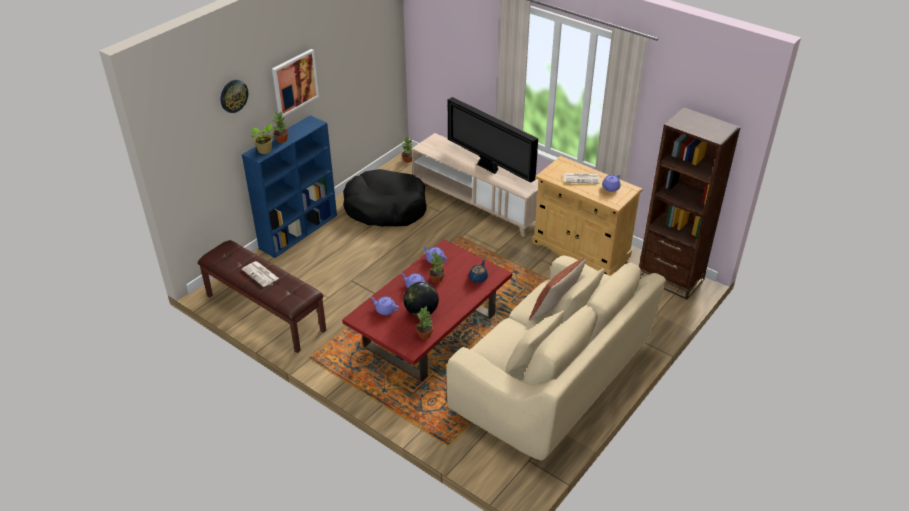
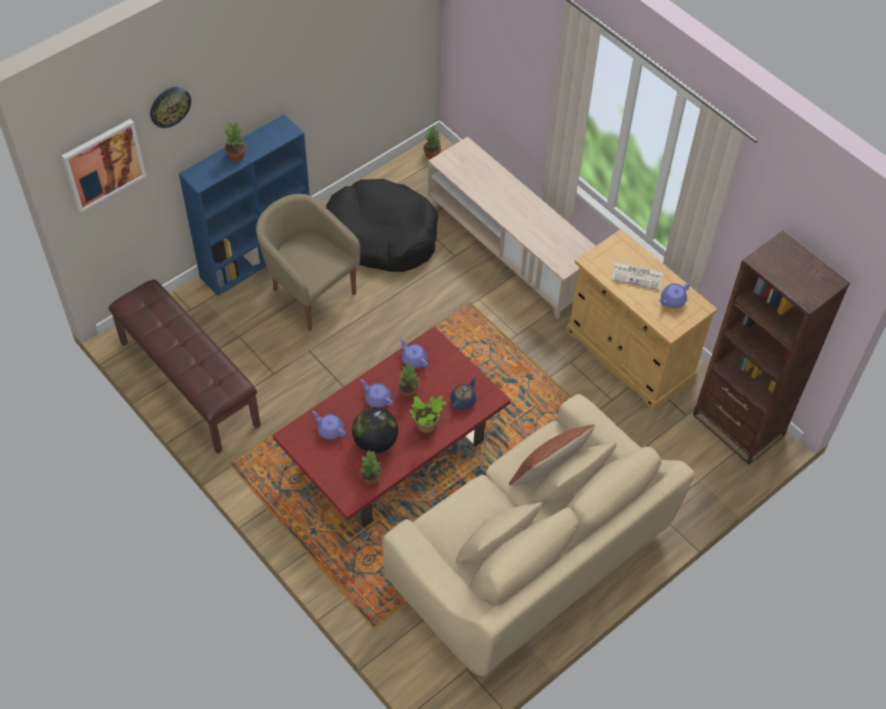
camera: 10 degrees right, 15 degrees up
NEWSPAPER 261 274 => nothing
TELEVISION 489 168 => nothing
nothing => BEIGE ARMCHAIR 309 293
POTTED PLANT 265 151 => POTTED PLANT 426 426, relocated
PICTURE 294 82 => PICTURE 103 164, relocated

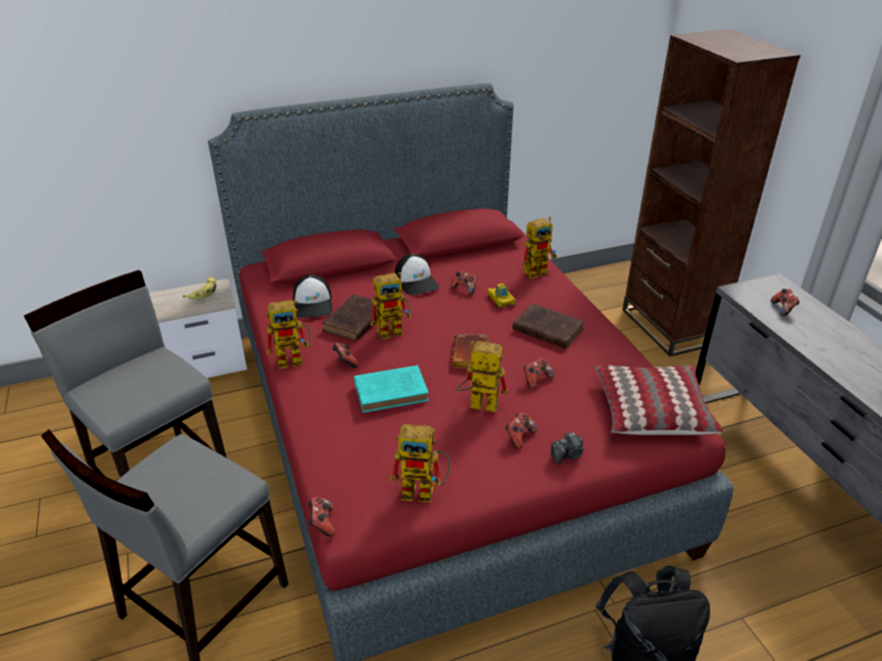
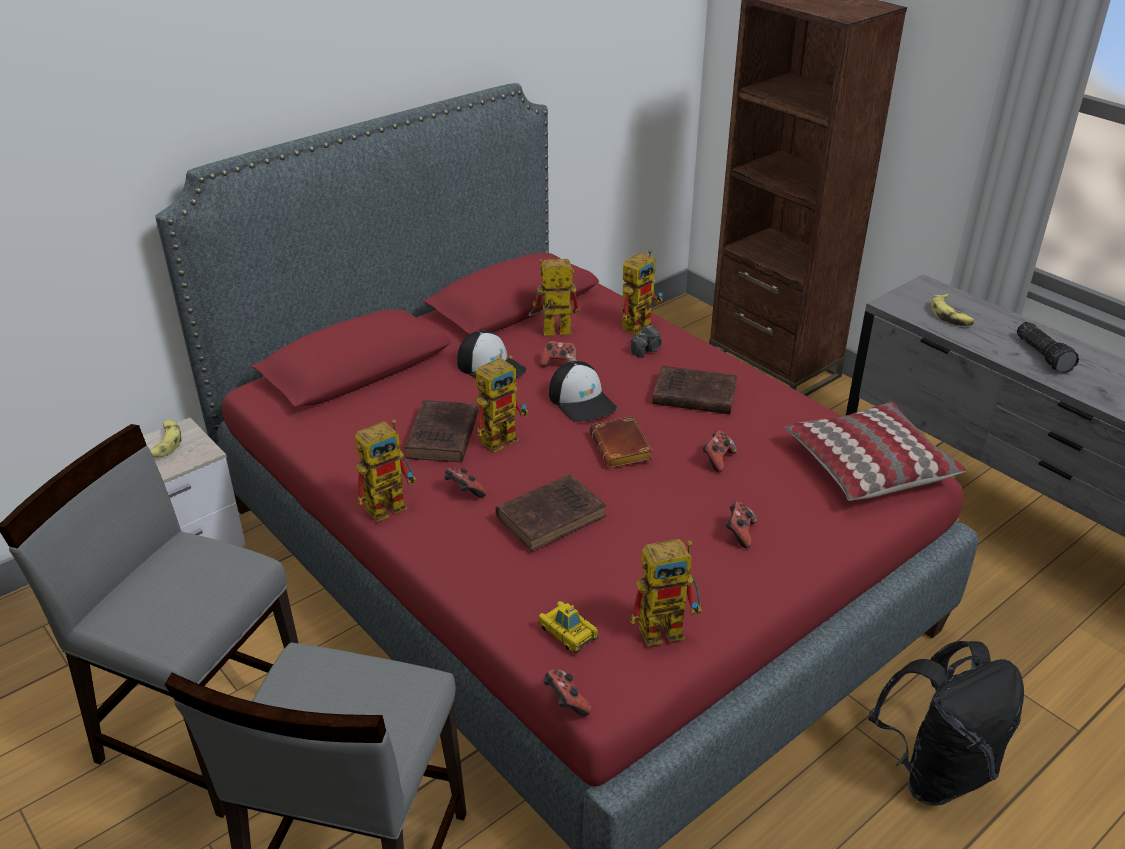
camera: 20 degrees left, 0 degrees up
nothing => FLASHLIGHT 1044 355
CAP 313 304 => CAP 582 401, relocated
TOY ROBOT 477 405 => TOY ROBOT 550 332, relocated
TOY CAR 501 300 => TOY CAR 567 631, relocated
PHOTO CAMERA 568 455 => PHOTO CAMERA 647 350, relocated
GAME CONTROLLER 783 309 => BANANA 951 315
TURQUOISE BOOK 393 392 => BROWN BOOK 553 516

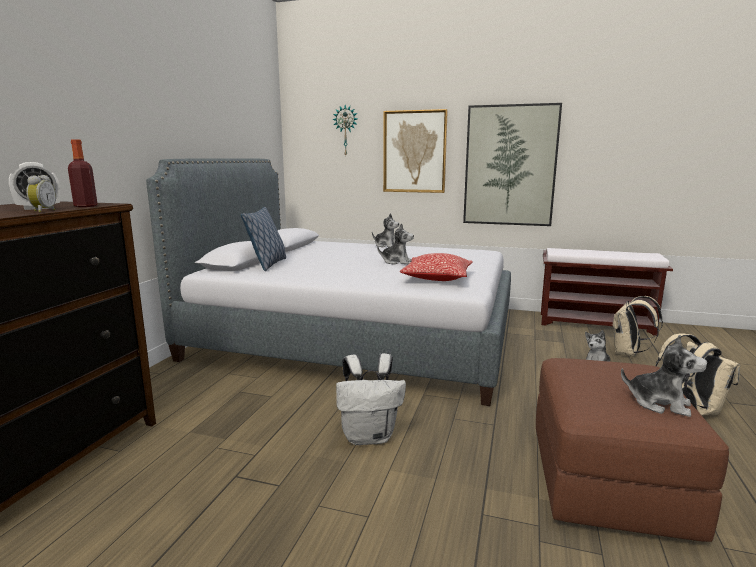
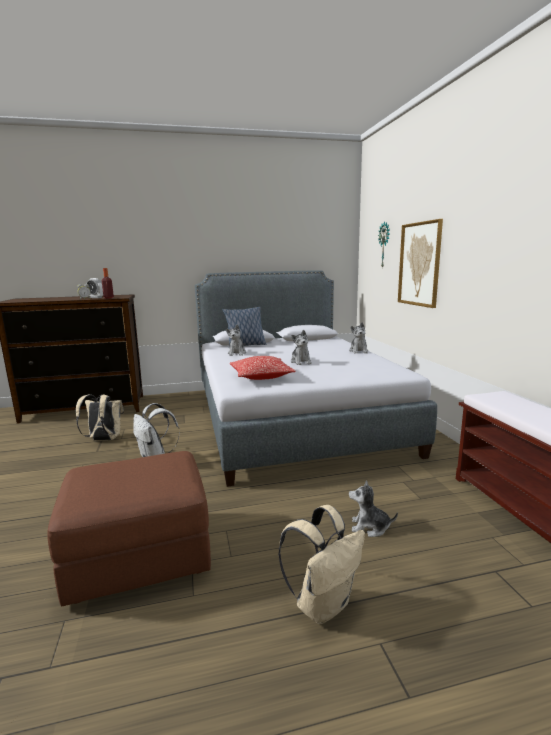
camera: 60 degrees right, 0 degrees up
PICTURE 510 166 => nothing
BEIGE BACKPACK 628 353 => BEIGE BACKPACK 103 440, relocated
PLUSH TOY 659 403 => PLUSH TOY 237 353, relocated

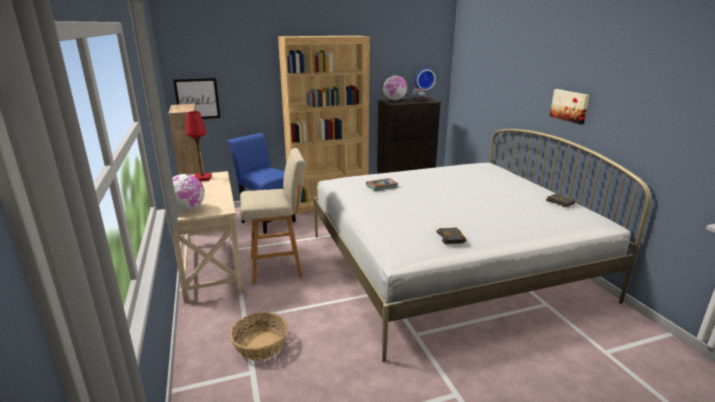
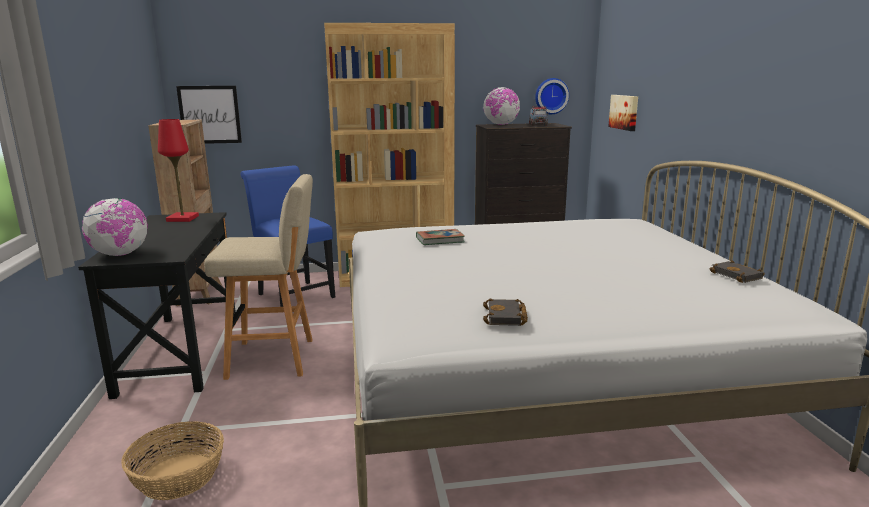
camera: 10 degrees right, 5 degrees down
PICTURE 570 106 => PICTURE 624 112, relocated
BEIGE DESK 212 267 => BLACK DESK 181 351

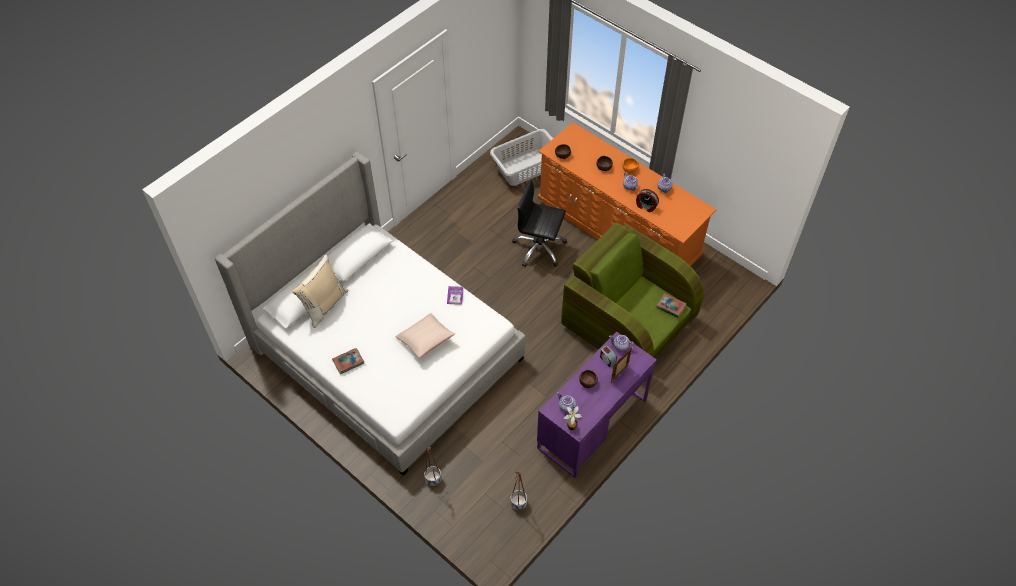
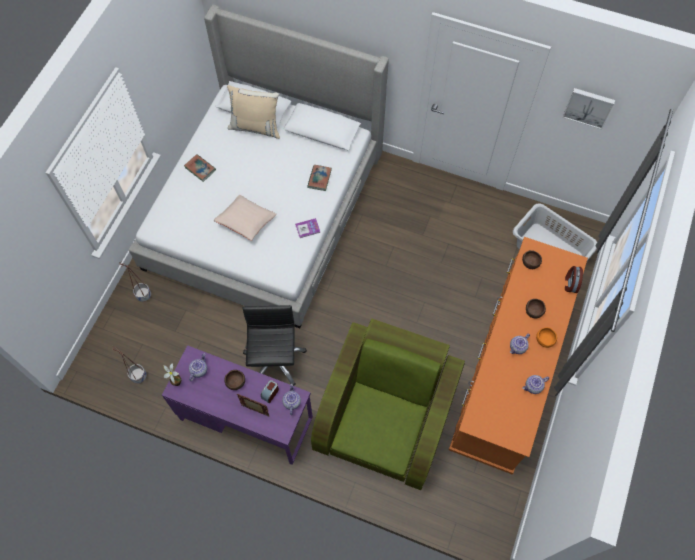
camera: 70 degrees right, 10 degrees up
nothing => PICTURE 588 107
BLACK OFFICE CHAIR 539 248 => BLACK OFFICE CHAIR 274 360, relocated
ALARM CLOCK 646 206 => ALARM CLOCK 570 283, relocated
BOOK 671 306 => BOOK 319 179, relocated

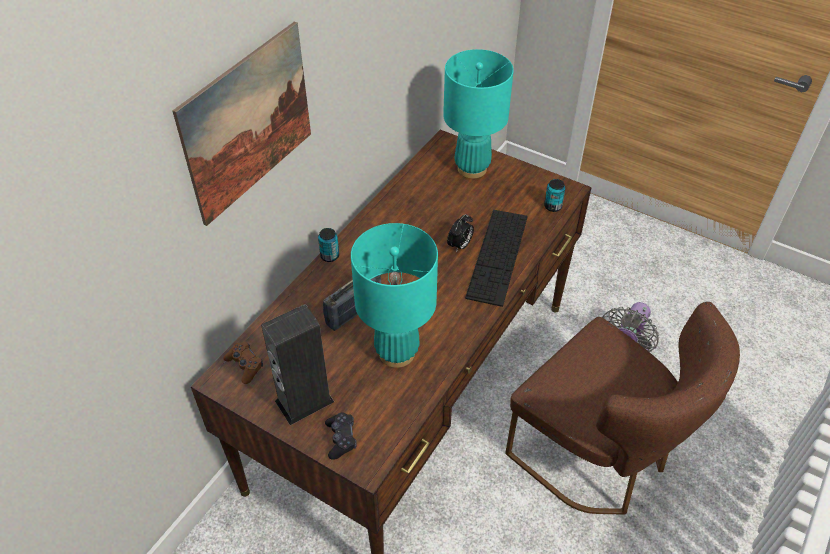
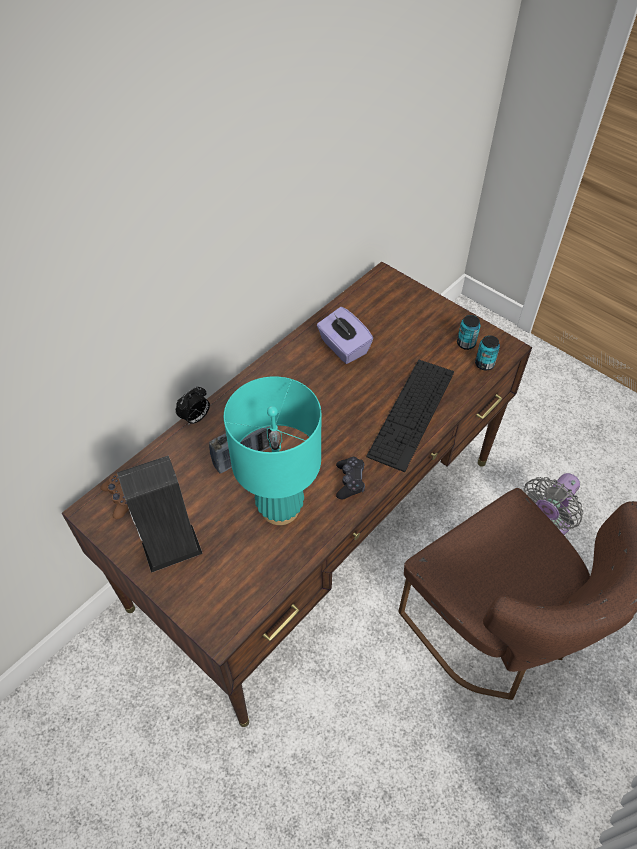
camera: 10 degrees right, 5 degrees up
PICTURE 248 123 => nothing
TURQUOISE TABLE LAMP 472 168 => nothing
nothing => PURPLE TISSUE BOX 343 347
CAN 330 256 => CAN 466 343, relocated
BLACK GAME CONTROLLER 341 439 => BLACK GAME CONTROLLER 350 481, relocated
ALARM CLOCK 460 246 => ALARM CLOCK 195 418, relocated

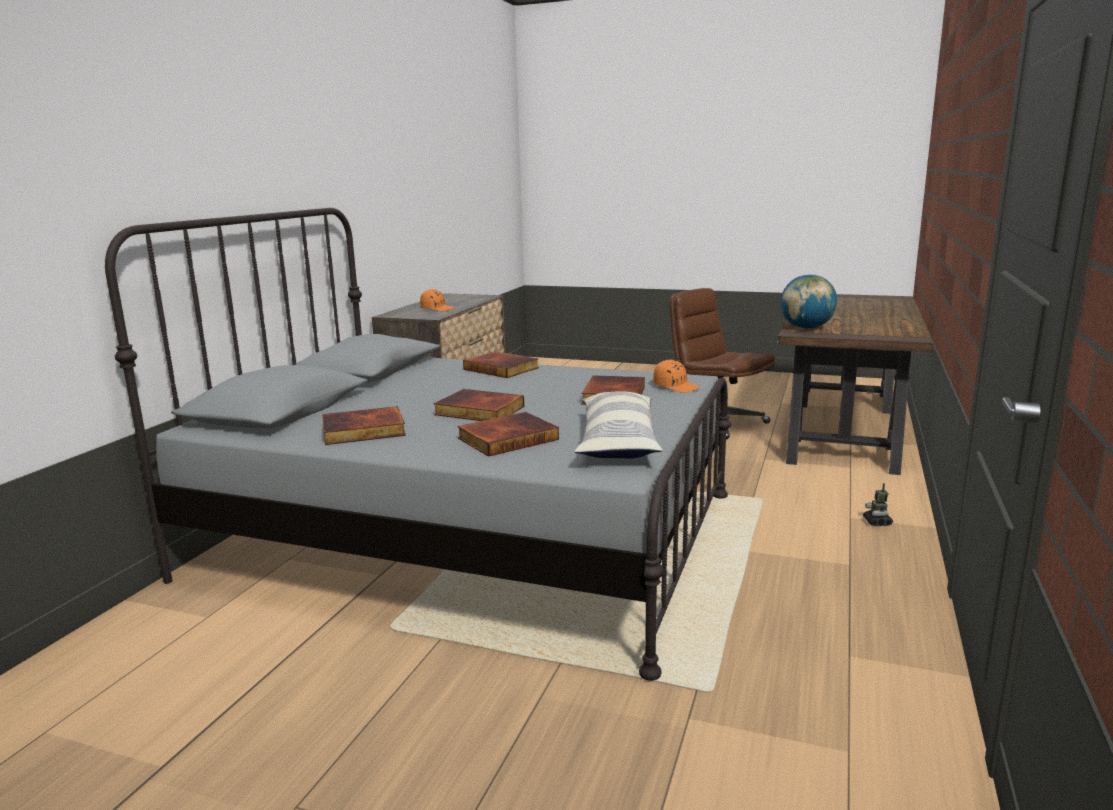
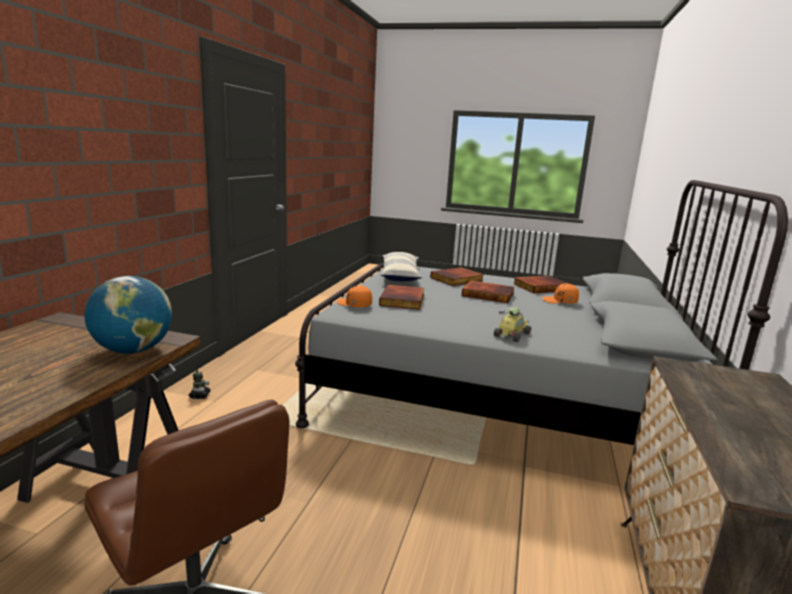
camera: 175 degrees right, 0 degrees up
ORANGE CAP 438 309 => ORANGE CAP 560 301, relocated
BOOK 502 368 => TOY CAR 511 334

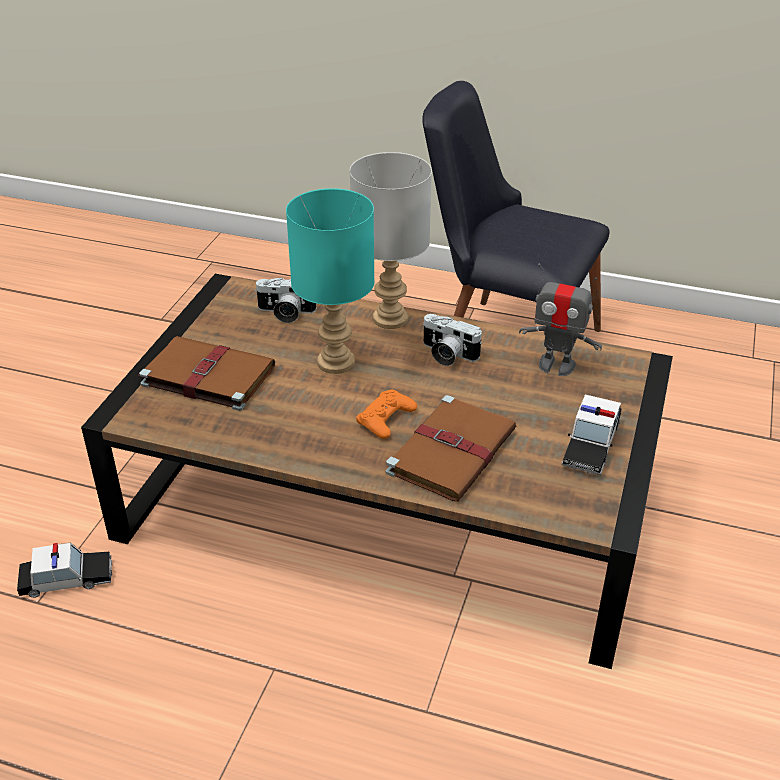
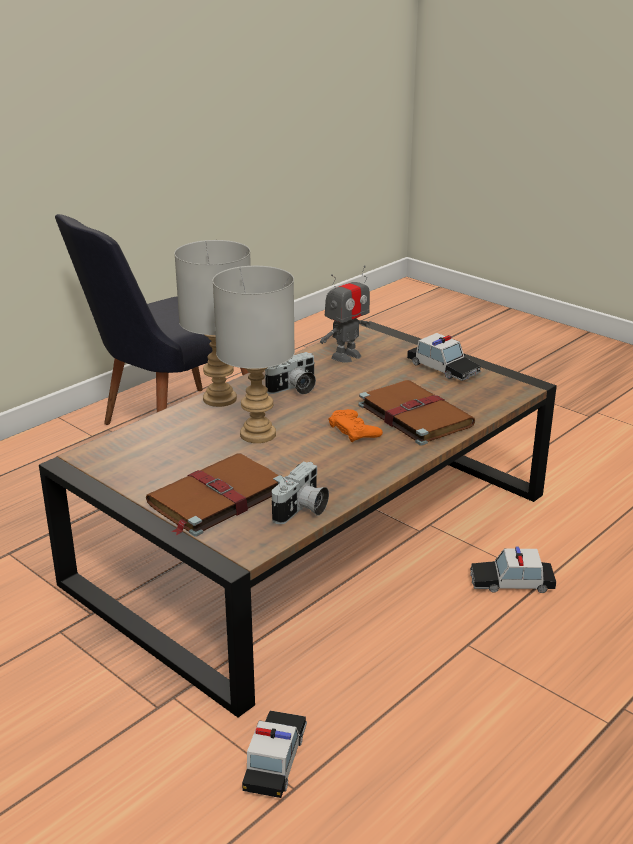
camera: 65 degrees left, 10 degrees down
nothing => TOY CAR 511 582
PHOTO CAMERA 285 313 => PHOTO CAMERA 302 510, relocated
TURQUOISE TABLE LAMP 336 363 => GREY TABLE LAMP 259 434

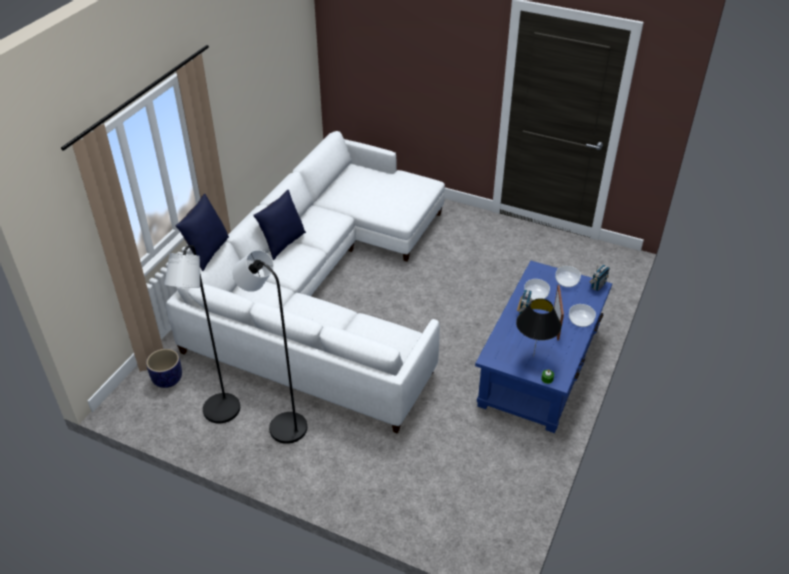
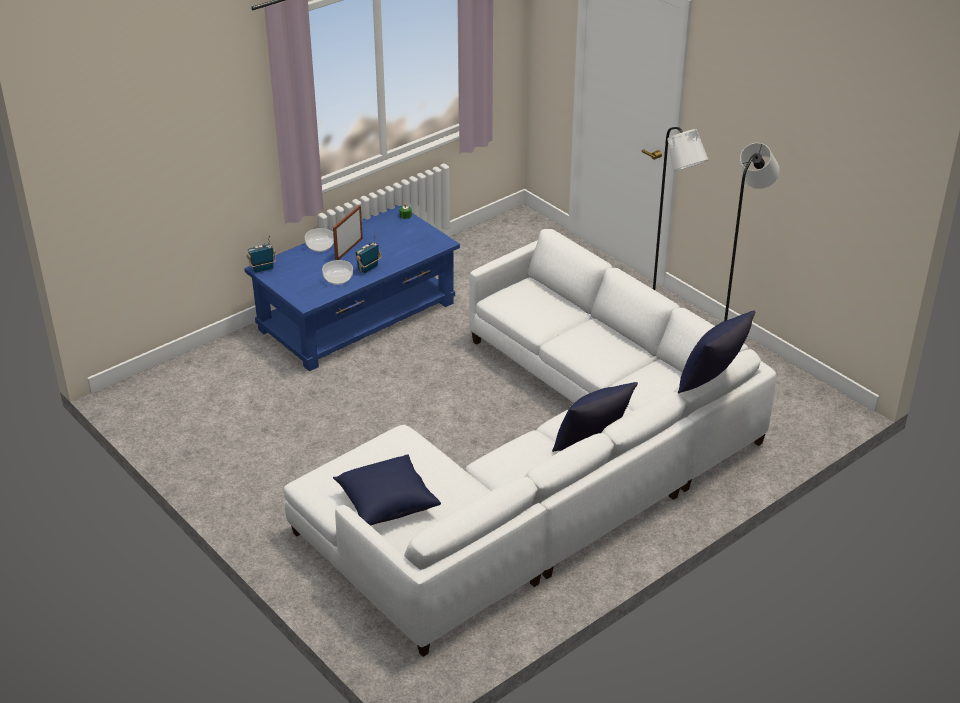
camera: 155 degrees left, 5 degrees down
PLANTER 167 379 => nothing
BLACK TABLE LAMP 533 356 => nothing
BOWL 567 281 => nothing
nothing => BLUE PILLOW 386 503

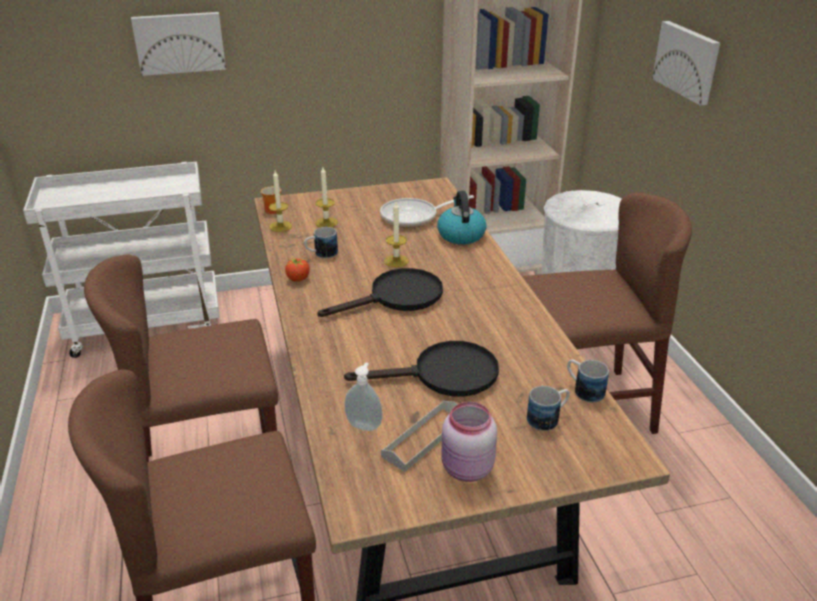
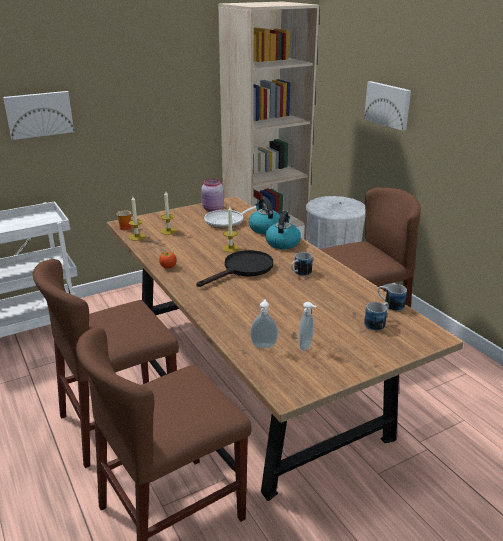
camera: 15 degrees left, 5 degrees down
BLACK FRYING PAN 443 375 => nothing
nothing => KETTLE 282 243
MUG 321 254 => MUG 300 273, relocated
PINK JAR 466 469 => PINK JAR 212 209, relocated
GREY TRAY 424 438 => SOAP DISPENSER 307 346

